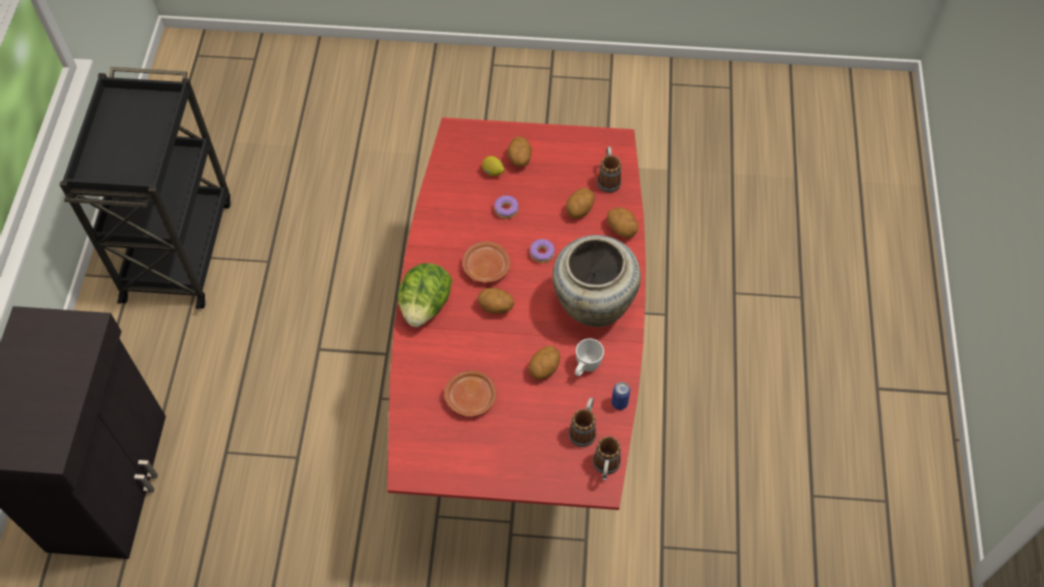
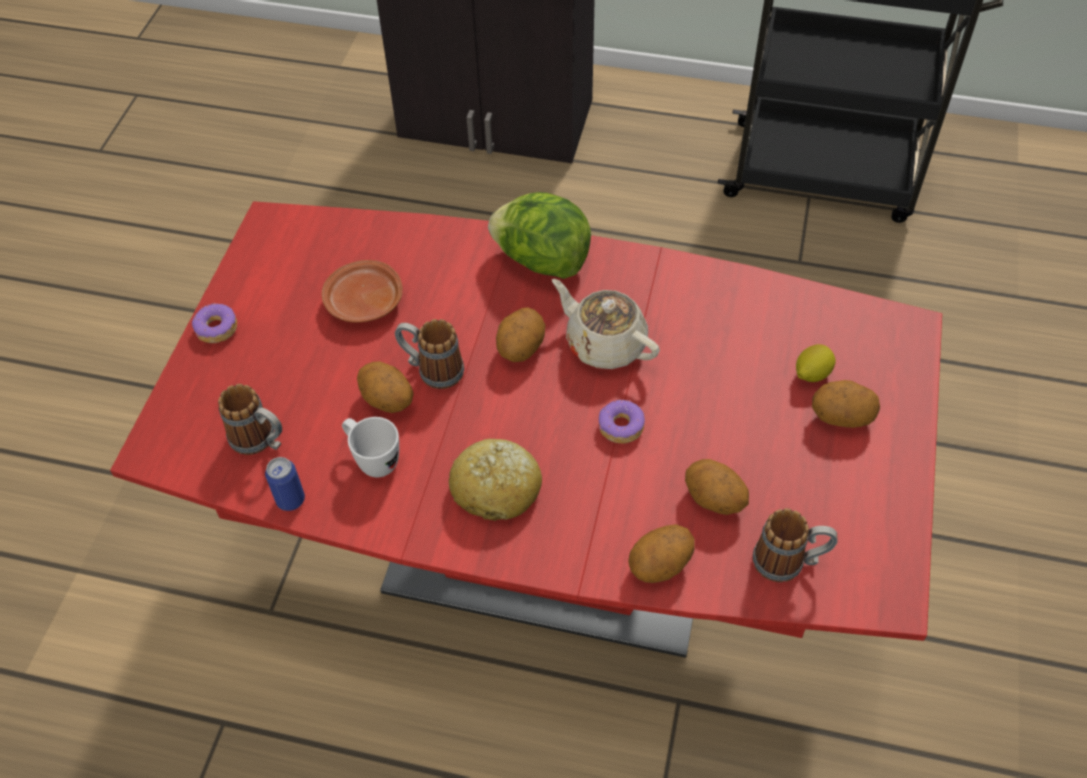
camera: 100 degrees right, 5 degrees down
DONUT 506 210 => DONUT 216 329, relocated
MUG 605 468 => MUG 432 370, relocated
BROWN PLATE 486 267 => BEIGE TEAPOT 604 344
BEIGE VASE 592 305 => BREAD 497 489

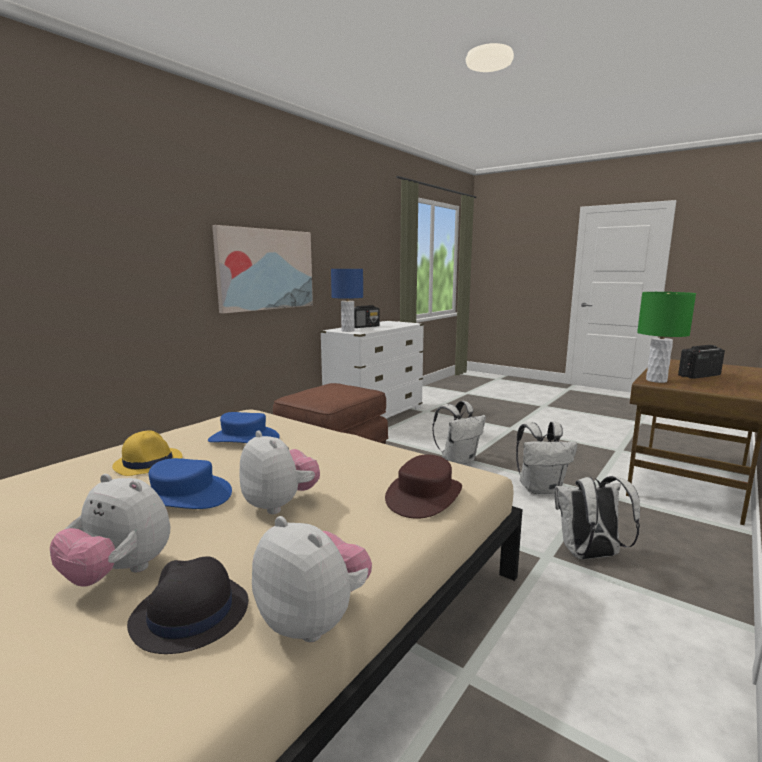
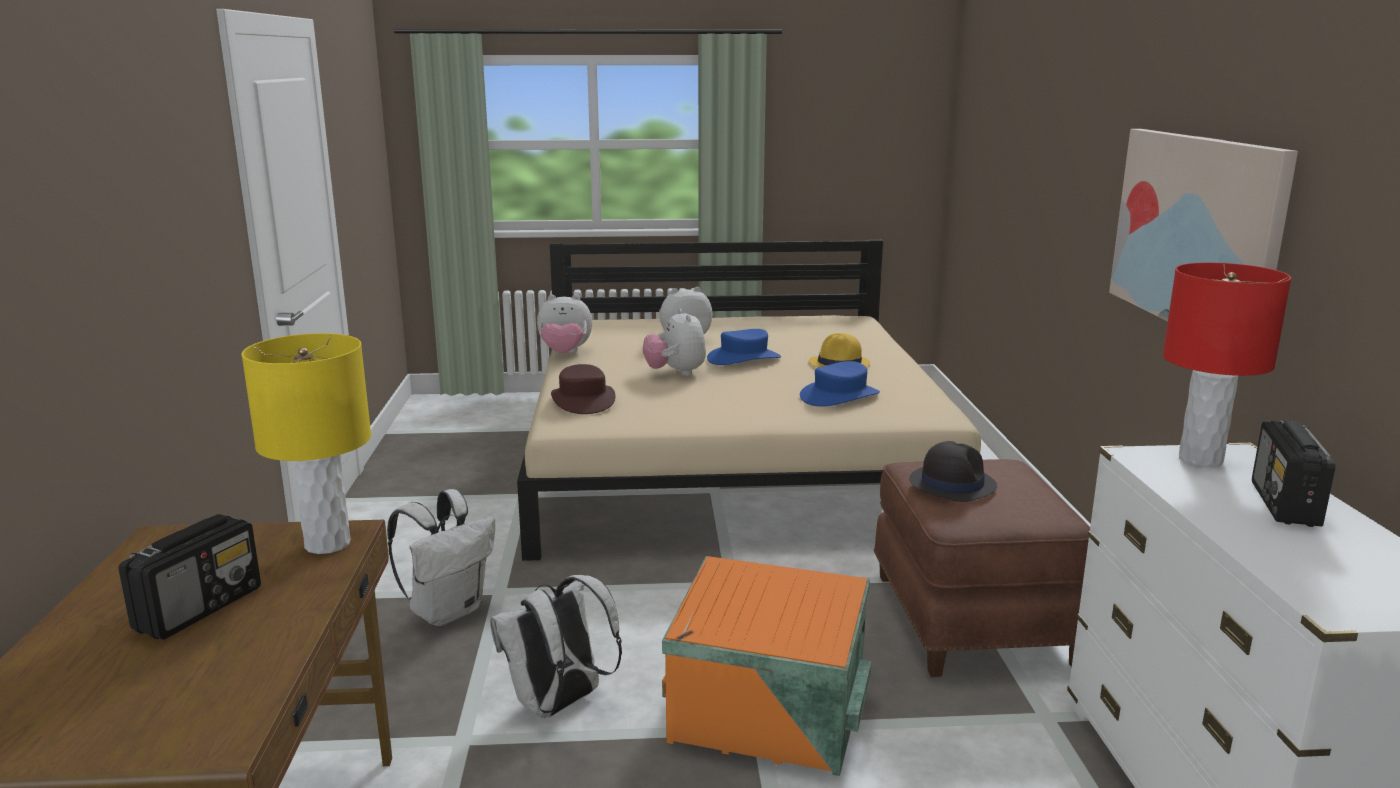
camera: 140 degrees right, 5 degrees up
BLACK HAT 190 614 => BLACK HAT 952 483, relocated
WHITE BACKPACK 458 460 => ORANGE STORAGE BOX 769 716
BLUE TABLE LAMP 348 330 => RED TABLE LAMP 1201 460
GREEN TABLE LAMP 656 380 => YELLOW TABLE LAMP 328 544
PLUSH TOY 280 504 => PLUSH TOY 676 373, 60 degrees clockwise

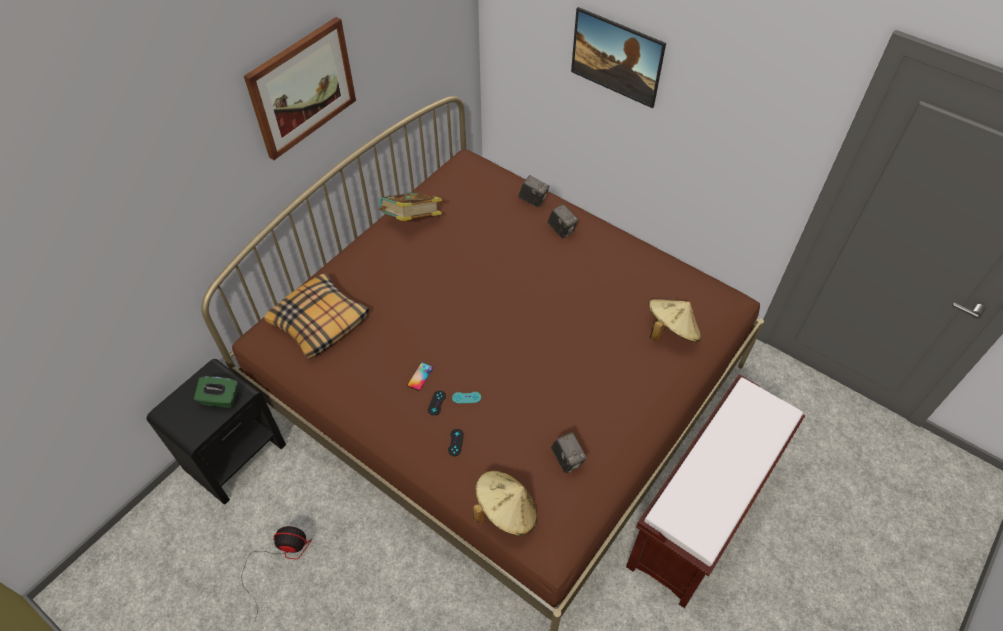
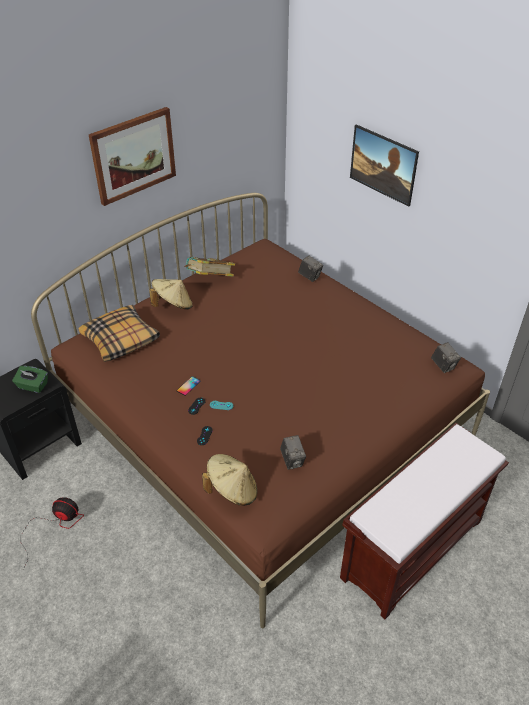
camera: 10 degrees right, 10 degrees down
PHOTO CAMERA 562 230 => PHOTO CAMERA 443 366, relocated
BEIGE HAT 670 331 => BEIGE HAT 173 305, relocated

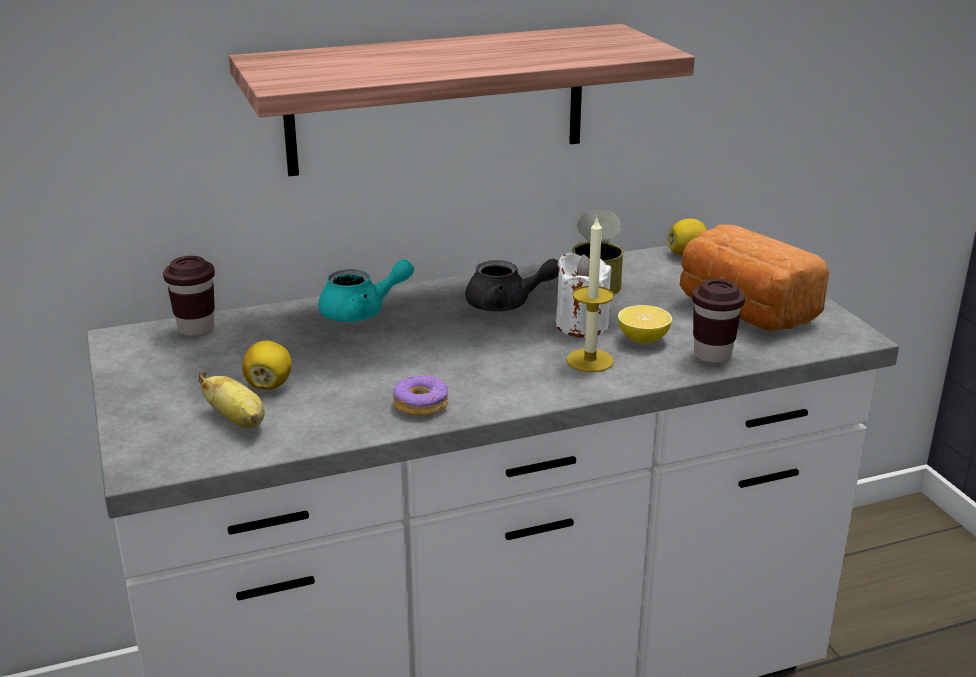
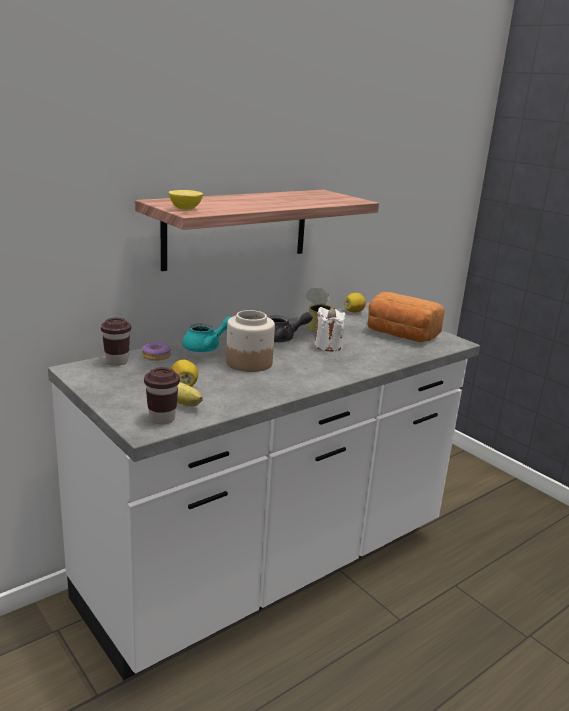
camera: 20 degrees left, 5 degrees down
CANDLE 590 360 => nothing
nothing => JAR 248 363
DONUT 421 405 => DONUT 156 356, relocated
LEMON 643 339 => LEMON 185 209, relocated
BROWN CUP 712 355 => BROWN CUP 162 419, relocated

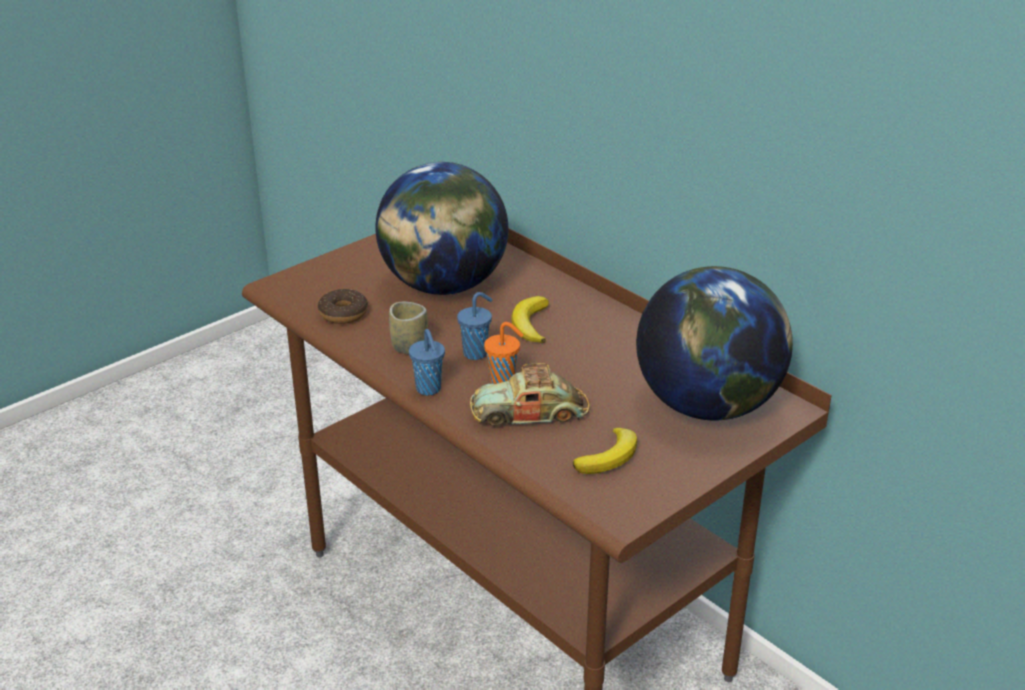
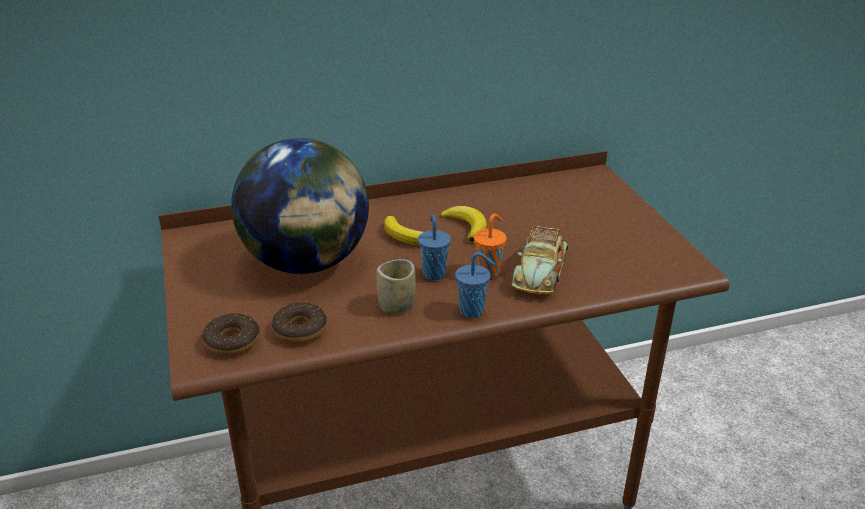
camera: 65 degrees left, 0 degrees up
GLOBE 708 405 => nothing
nothing => DONUT 232 341
BANANA 609 456 => BANANA 466 226, relocated

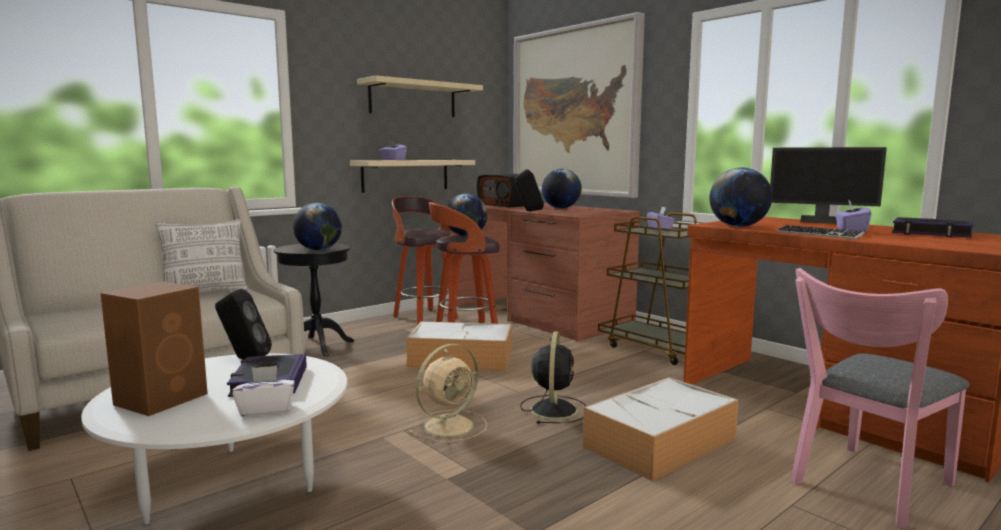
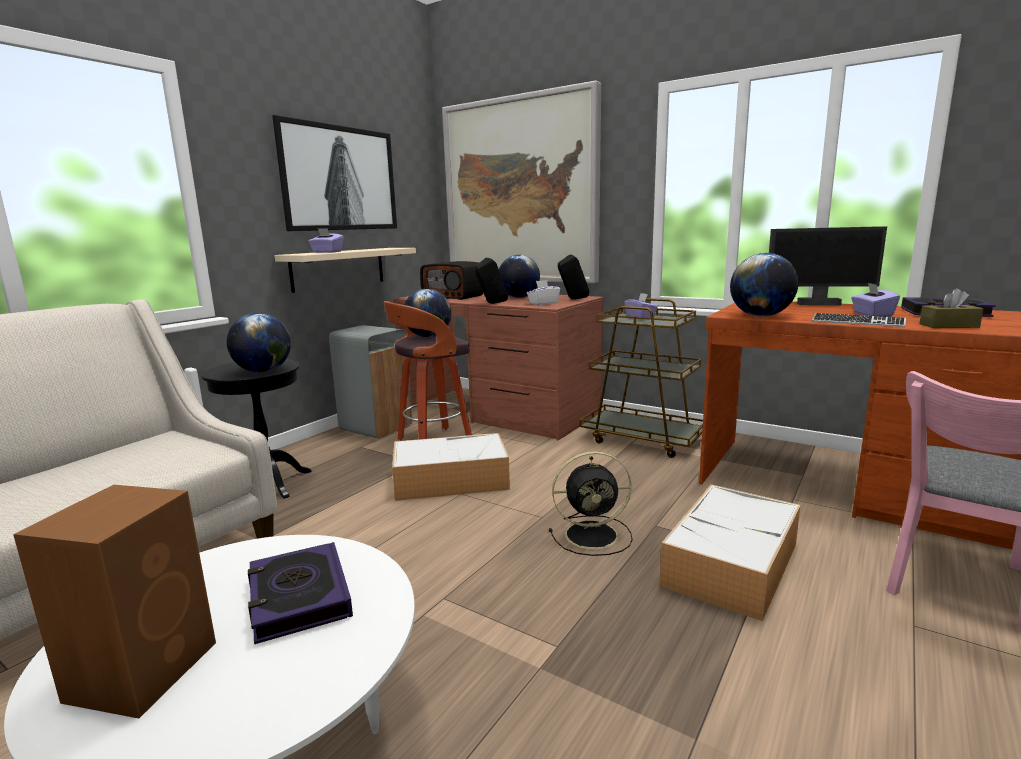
camera: 15 degrees left, 5 degrees up
PILLOW 205 293 => nothing
BEIGE FAN 450 425 => nothing
nothing => BROWN TISSUE BOX 948 326
BLACK SPEAKER 244 359 => BLACK SPEAKER 573 299, relocated
WHITE TISSUE BOX 266 410 => WHITE TISSUE BOX 543 303, relocated
BEIGE SHELF 413 99 => PICTURE 339 179
STOOL 424 317 => GREY TRASH CAN 376 427
BLACK FAN 554 409 => BLACK FAN 594 535, 90 degrees clockwise

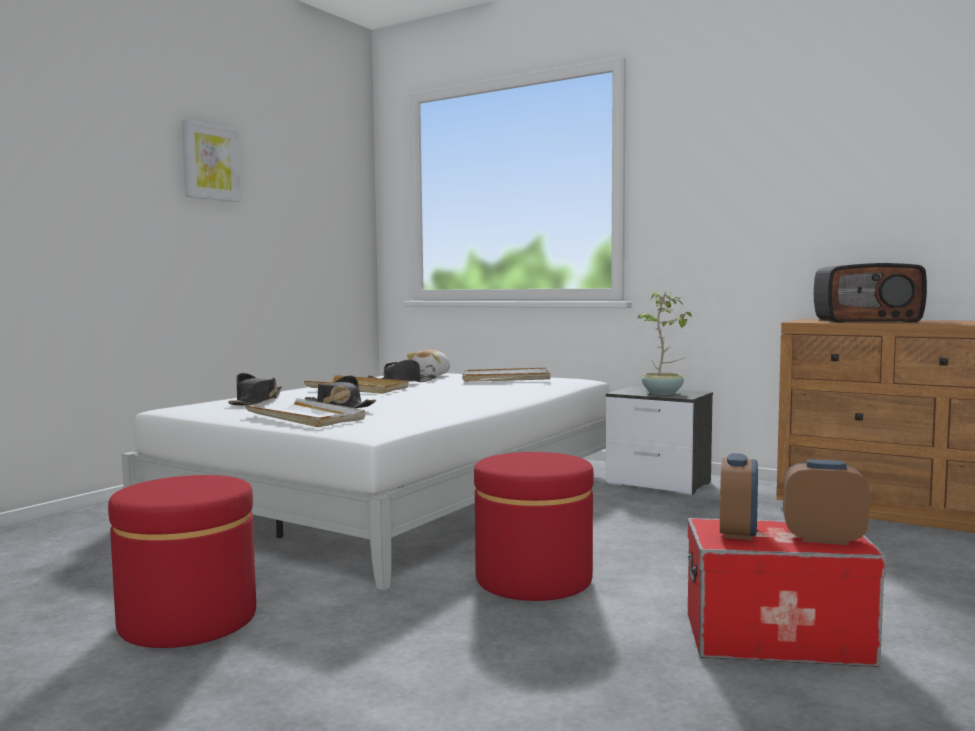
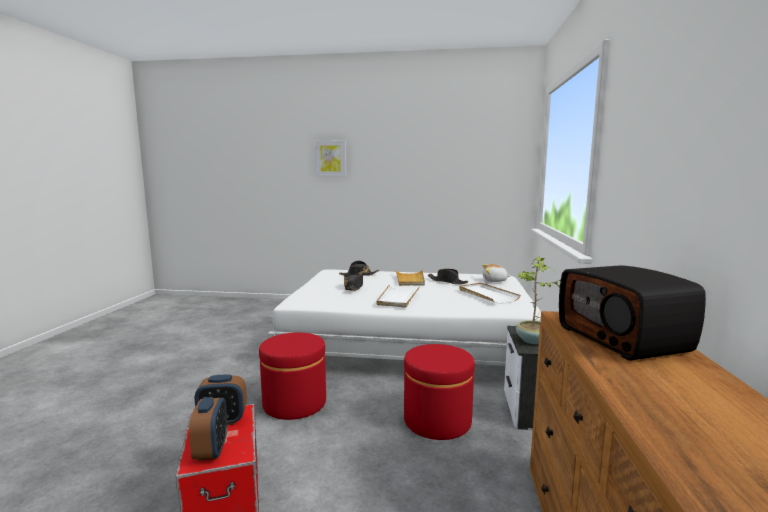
camera: 65 degrees right, 5 degrees up
RED OTTOMAN 188 620 => RED OTTOMAN 437 421, relocated
PICTURE 210 162 => PICTURE 330 158, relocated
WHITE TRAY 306 417 => WHITE TRAY 398 298, relocated

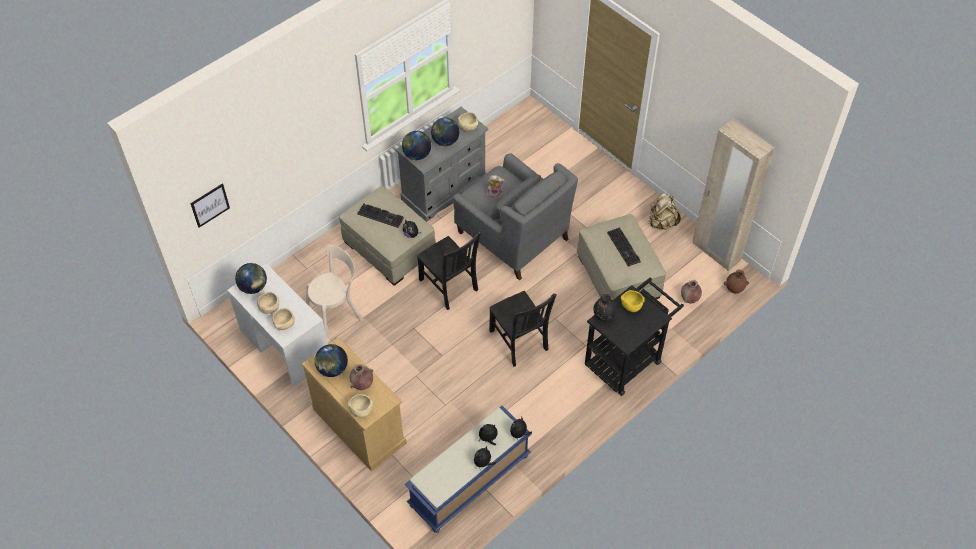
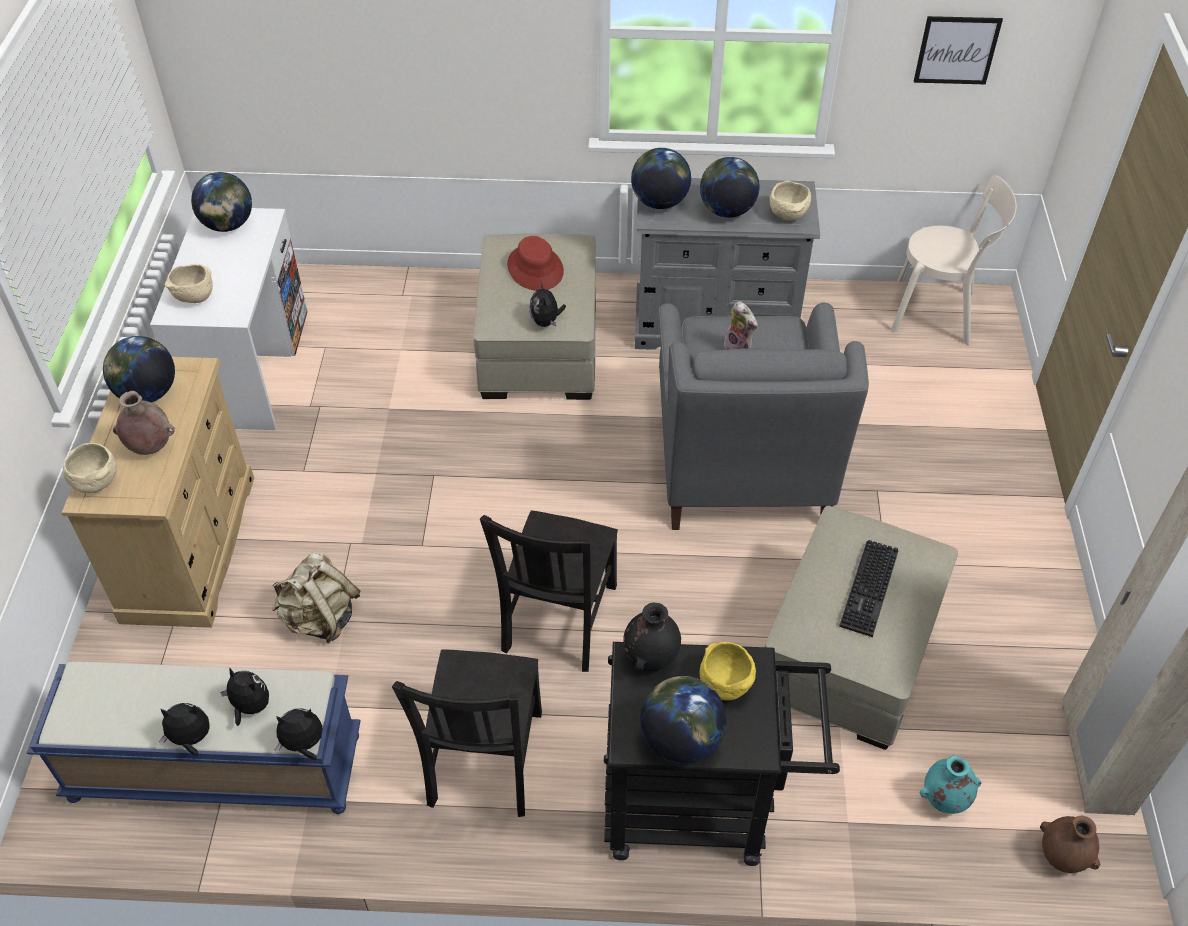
camera: 45 degrees right, 5 degrees down
BEIGE BOWL 269 308 => nothing
nothing => GLOBE 681 740
PICTURE 210 205 => PICTURE 957 50, relocated
BEIGE CHAIR 337 312 => BEIGE CHAIR 938 312, relocated
BLACK CHAIR 449 286 => BLACK CHAIR 484 762, relocated
BEIGE BACKPACK 661 222 => BEIGE BACKPACK 320 618, relocated
KEYBOARD 381 215 => RED HAT 535 268
BROWN VASE 689 299 => TURQUOISE VASE 944 800

